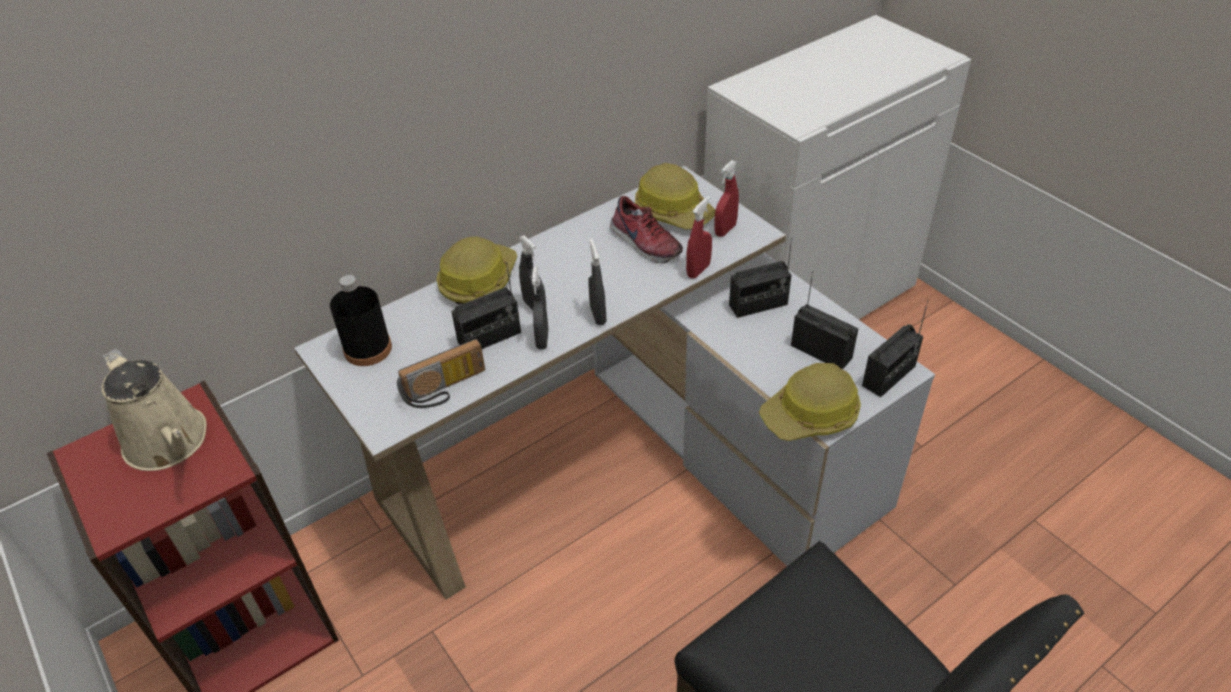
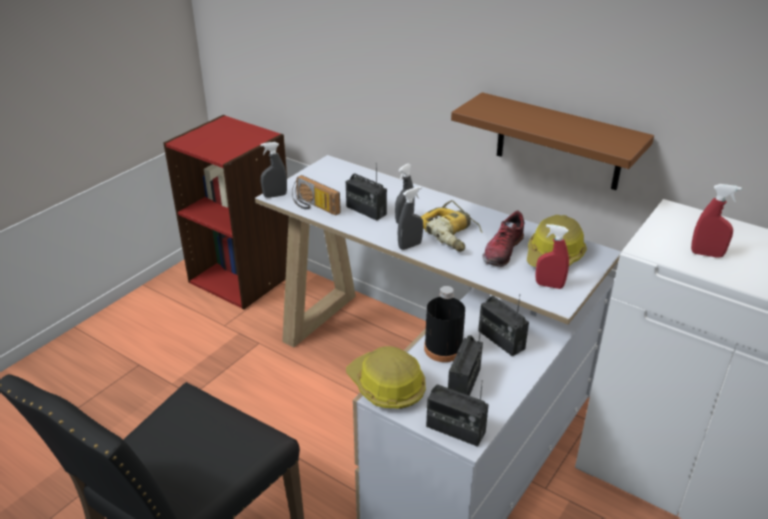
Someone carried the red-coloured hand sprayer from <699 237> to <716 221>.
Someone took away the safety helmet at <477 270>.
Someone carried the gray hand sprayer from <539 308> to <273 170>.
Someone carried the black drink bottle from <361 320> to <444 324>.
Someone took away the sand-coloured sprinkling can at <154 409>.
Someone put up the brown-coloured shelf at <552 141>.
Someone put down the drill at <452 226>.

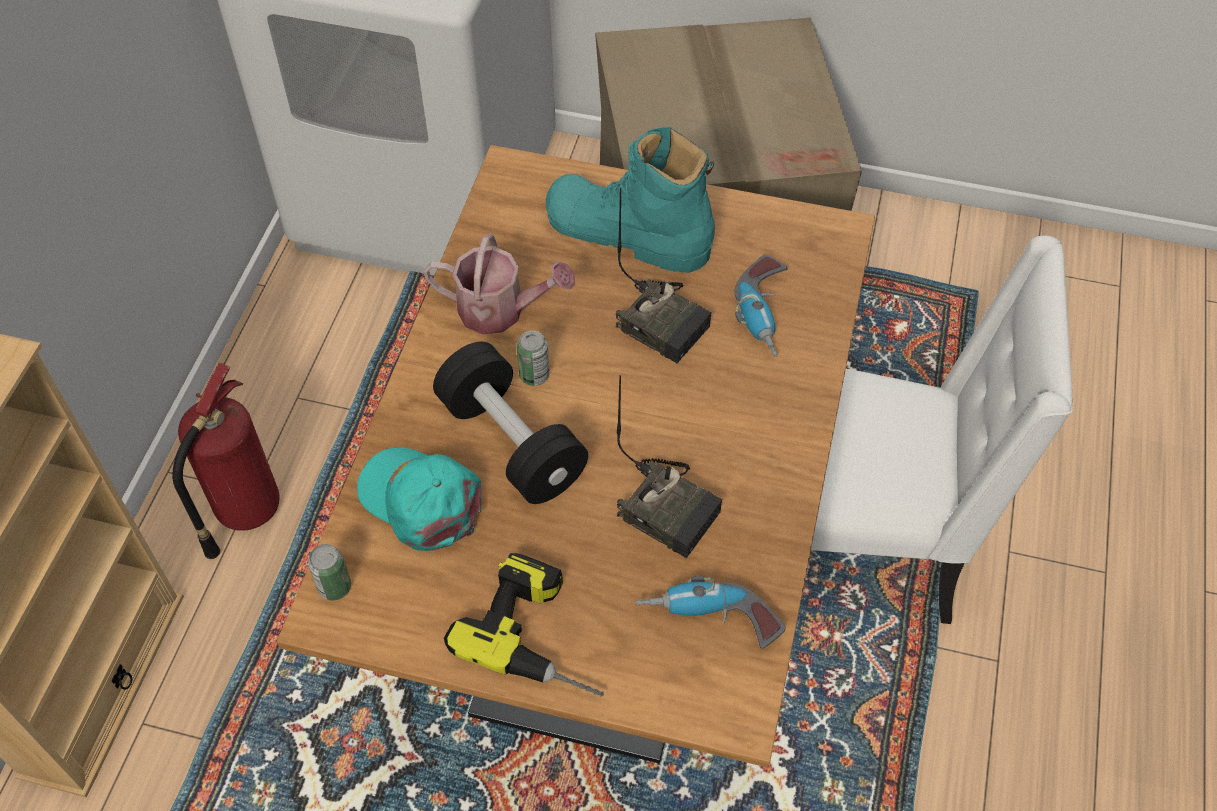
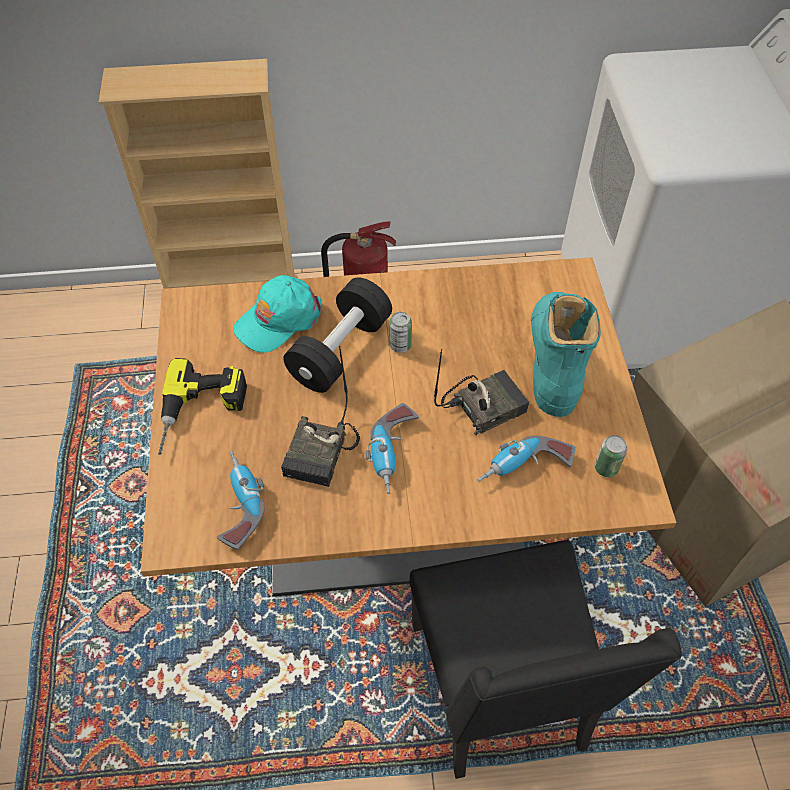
Someone rotated the radio at <663 275> by 135 degrees counterclockwise.
Someone took away the sprinkling can at <499 284>.
Someone repainted the whitish chair at <942 430>, which became the black chair at <545 659>.
Someone rotated the turquoise baseball cap at <419 499> by 150 degrees counterclockwise.
Someone carried the sealed can from <329 572> to <611 456>.
Someone put down the drill at <392 448>.

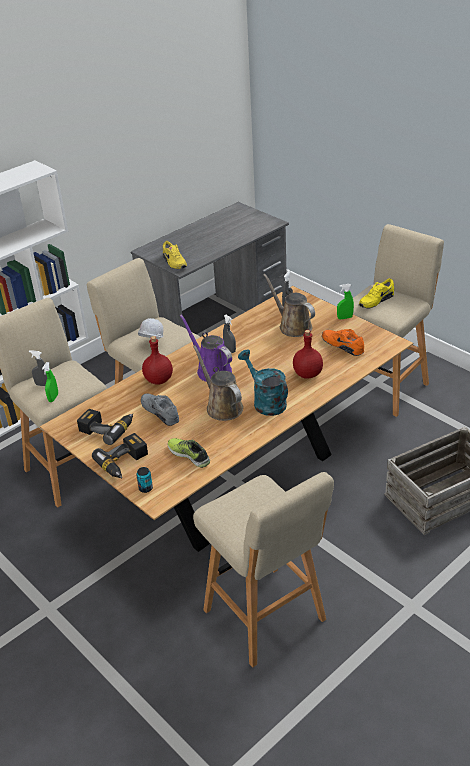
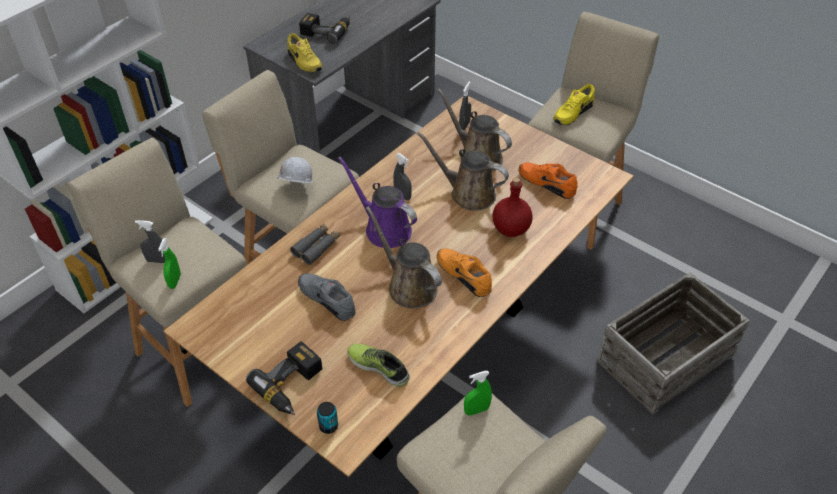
Someone carried the green hand sprayer from <345 301> to <478 393>.
Someone swapped the red-coloured drink bottle at <157 360> for the gray pair of binoculars at <315 244>.
Someone swapped the turquoise sprinkling can at <263 382> for the orange-coloured low shoe at <464 272>.
Someone carried the drill from <105 427> to <324 28>.
Someone put down the brown-coloured sprinkling can at <463 171>.

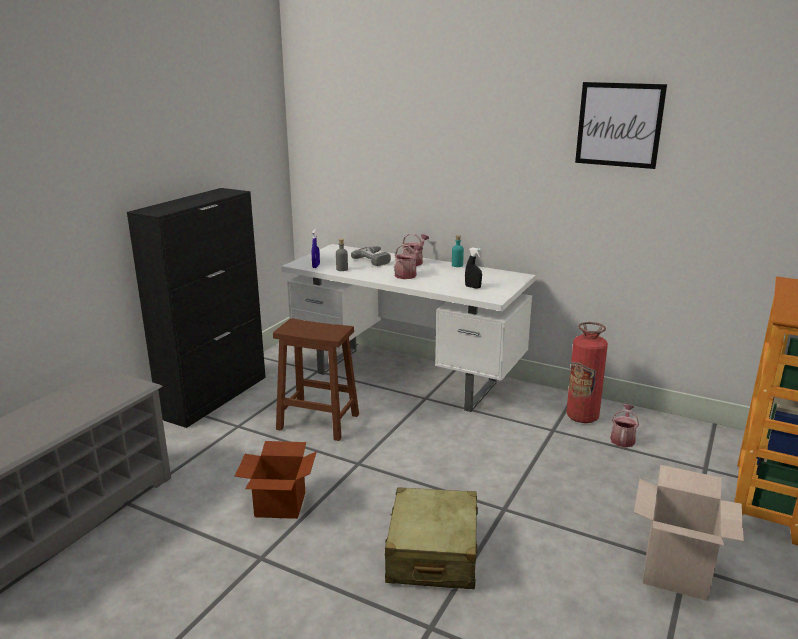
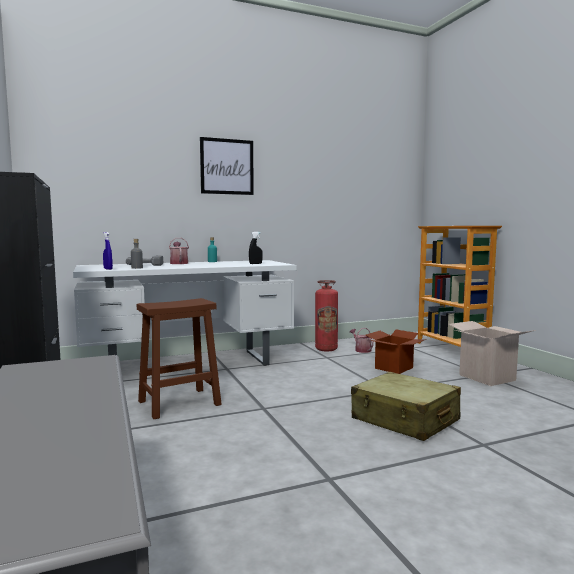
Someone carried the wall picture from <621 125> to <227 166>.
Someone took away the sprinkling can at <408 261>.
Someone carried the packing box from <276 480> to <395 352>.

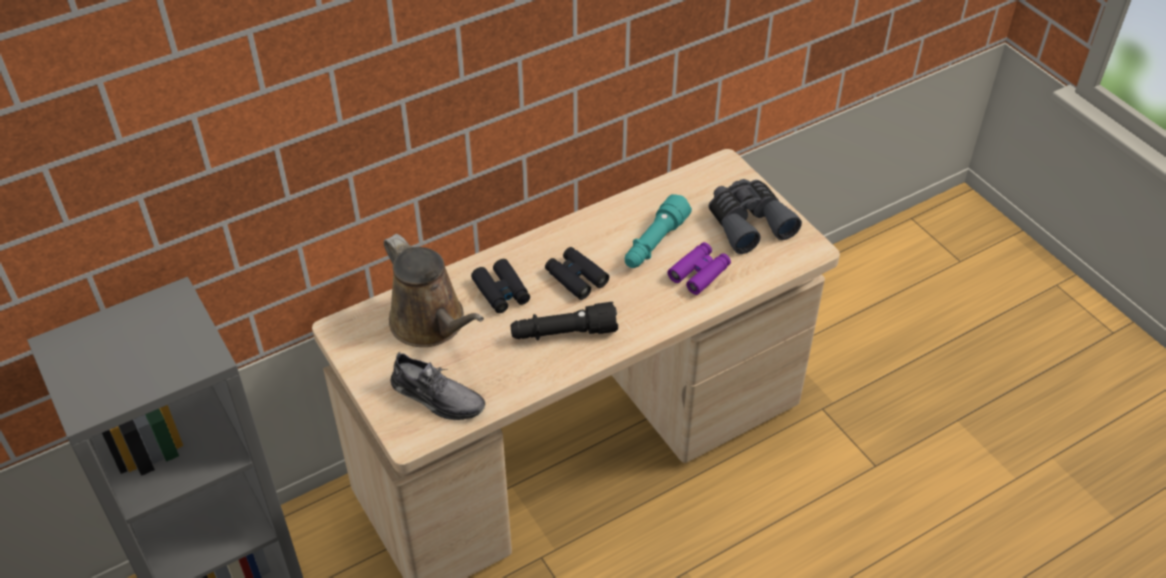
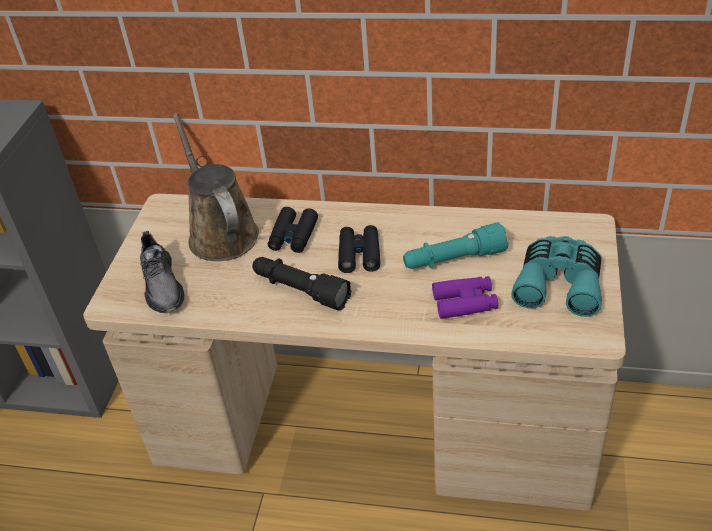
Someone repainted the gray pair of binoculars at <755 216>, which became the turquoise pair of binoculars at <556 276>.
Someone rotated the brown-coloured sprinkling can at <434 290> by 150 degrees clockwise.

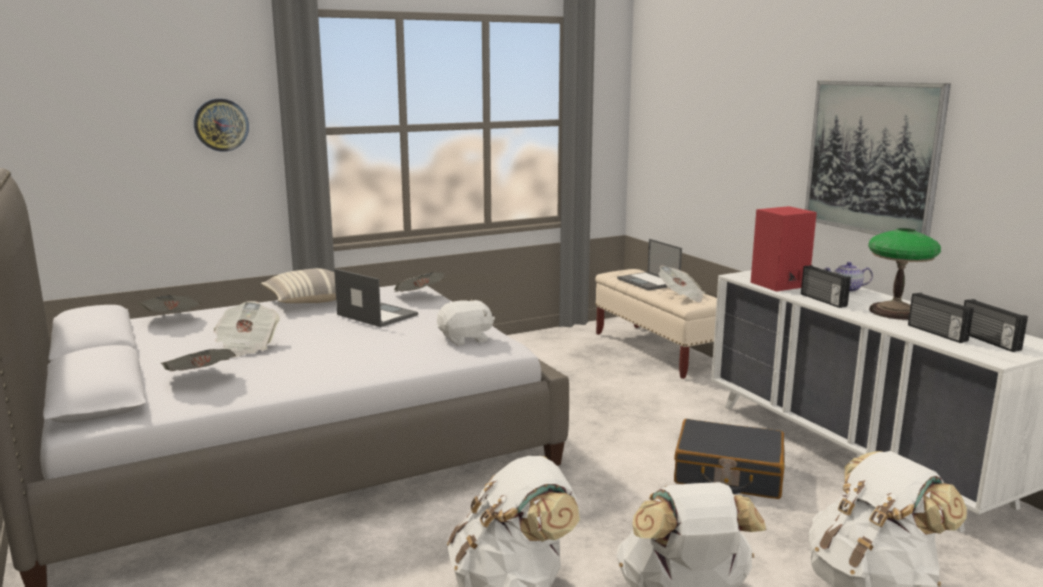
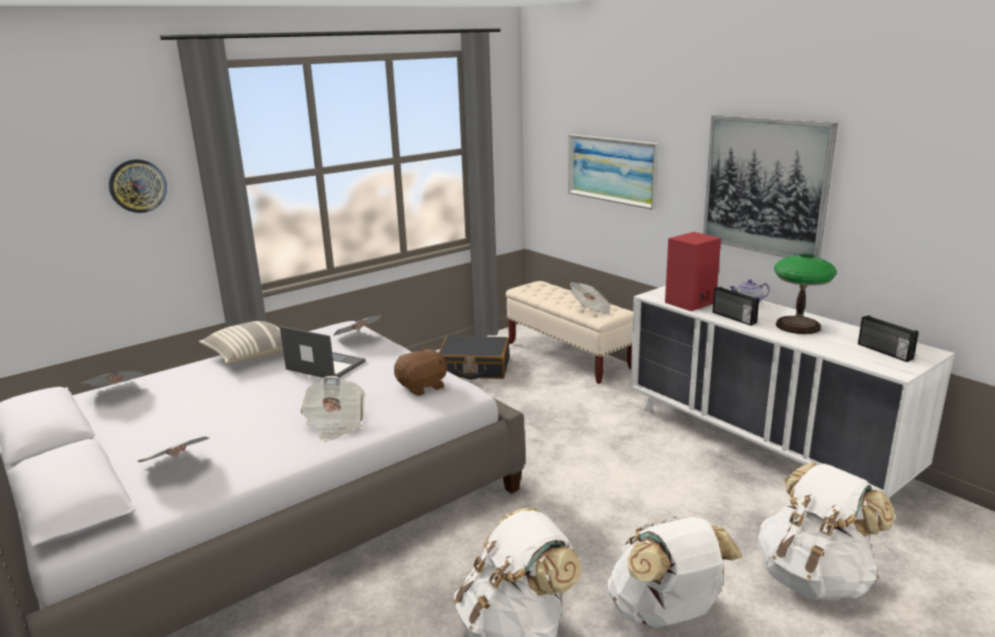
Someone took away the portable computer at <649 265>.
Someone took away the radio at <941 318>.
Someone repainted the whitish cuddly toy at <466 322>, which became the brown-coloured cuddly toy at <420 372>.
Someone carried the daily paper from <247 329> to <333 409>.
Someone carried the black travel case from <729 459> to <473 357>.
Someone put up the wall picture at <613 172>.

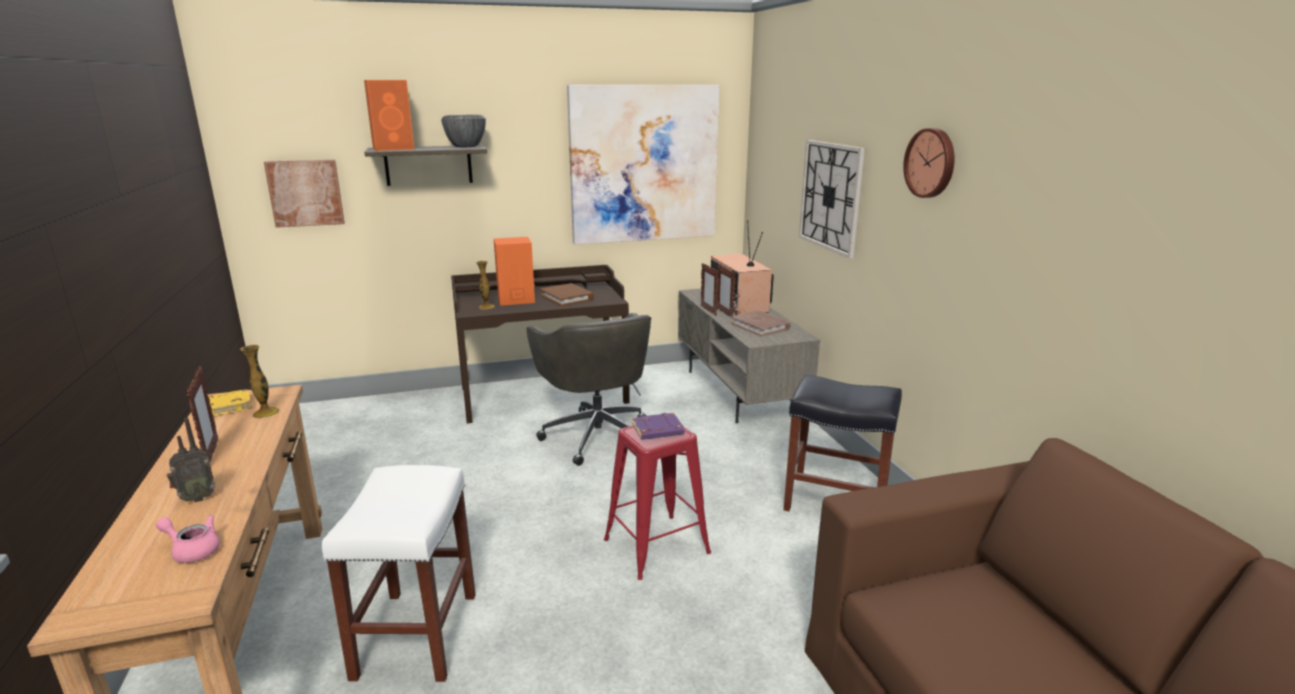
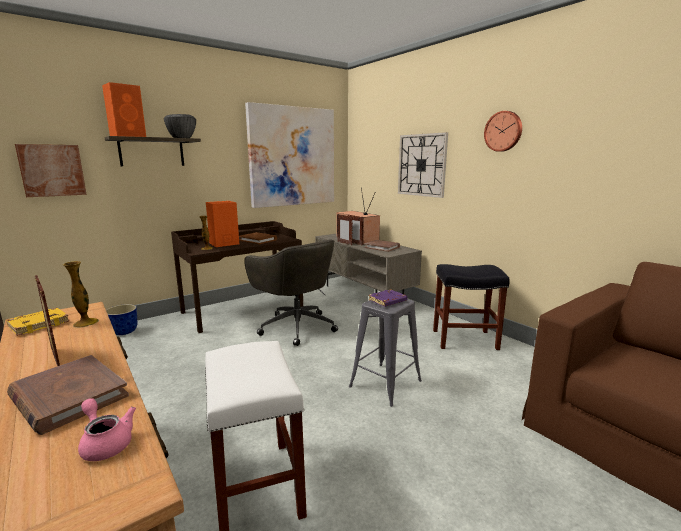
Someone swapped the radio at <191 460> for the brown-coloured book at <68 395>.
Someone repainted the red-coloured stool at <657 503>, which became the gray stool at <385 353>.
Someone rotated the pink-coloured pot for tea at <188 539> by 45 degrees clockwise.
Someone put down the plant pot at <122 319>.

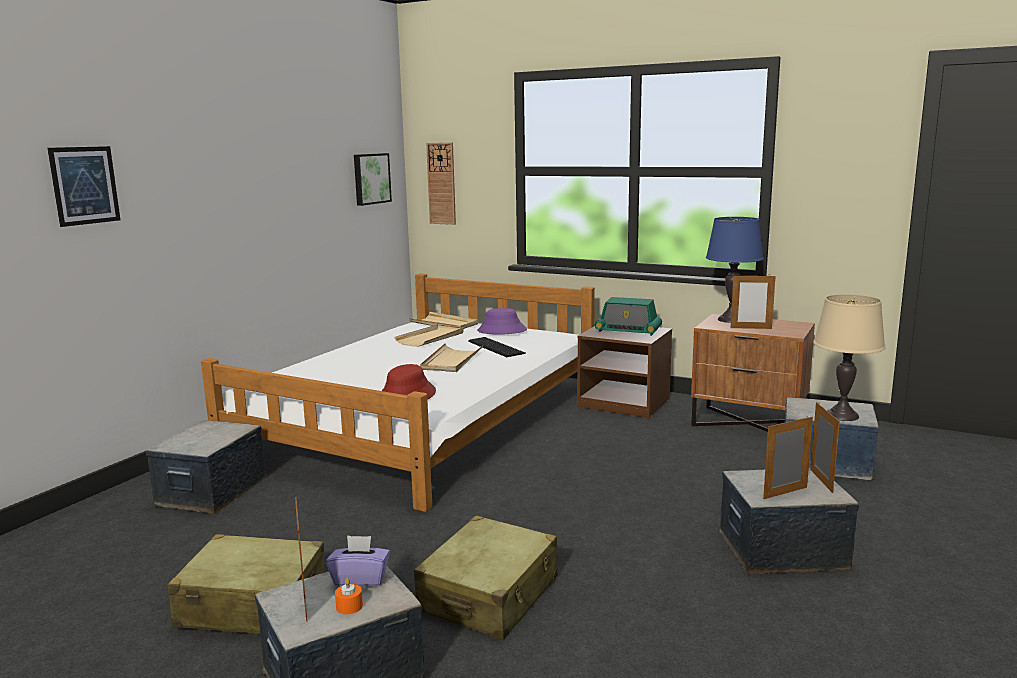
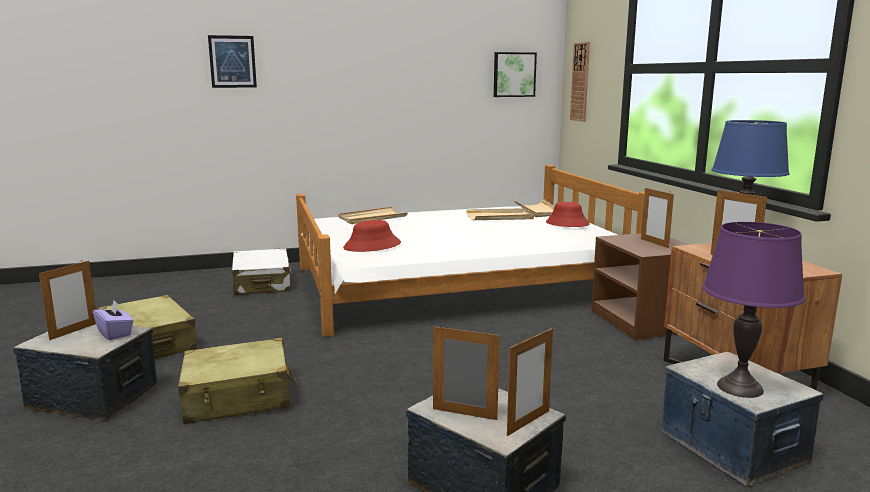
Someone repainted the sand-coloured table lamp at <849 357>, which became the purple-coloured table lamp at <754 310>.
Someone swapped the radio at <628 316> for the standing frame at <657 218>.
Someone repainted the purple-coloured hat at <502 321>, which became the red-coloured hat at <568 214>.
Someone took away the keyboard at <497 347>.
Someone carried the sand-coloured carrying tray from <451 357> to <373 215>.
Someone swapped the storage container at <206 467> for the whitish travel case at <262 271>.
Someone took away the orange-coloured wax light at <349 596>.

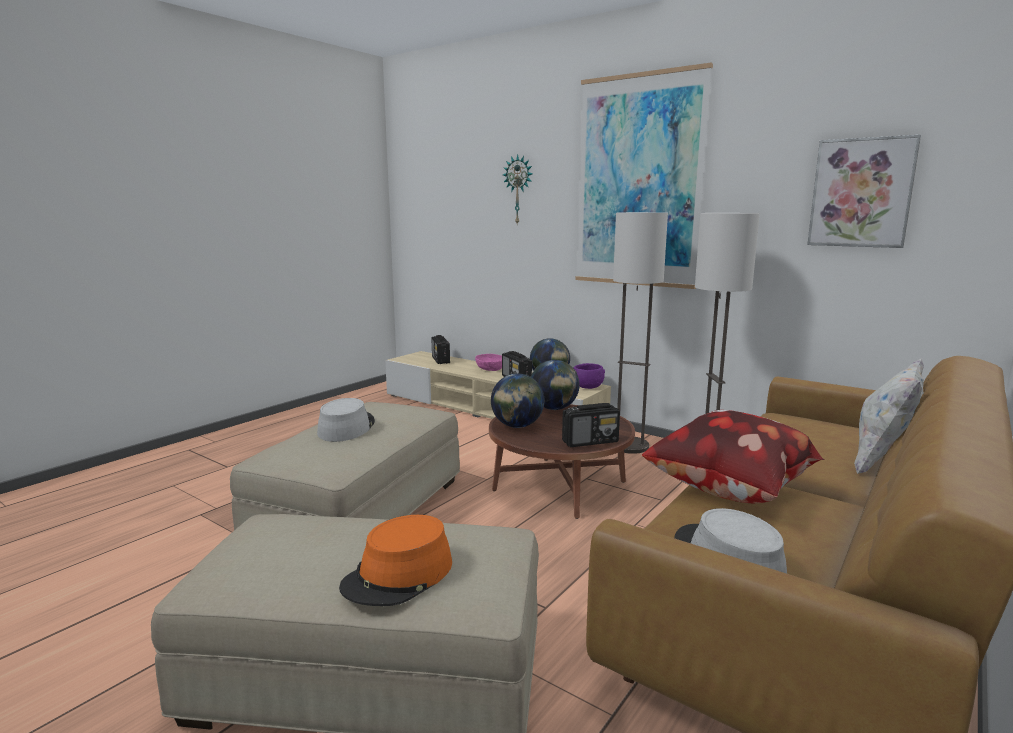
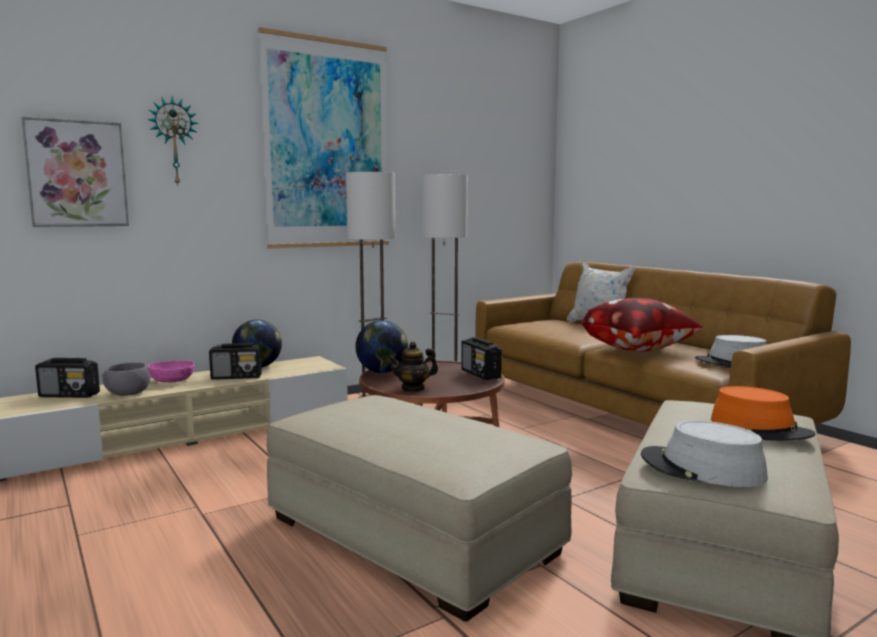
Someone carried the wall picture from <864 191> to <75 171>.
Someone took away the purple-coloured deep dish at <589 376>.
Someone swapped the globe at <518 401> for the pot for tea at <413 367>.
Someone carried the gray hat from <346 420> to <704 453>.
Someone rotated the radio at <591 425> by 150 degrees clockwise.
Someone put down the gray deep dish at <126 379>.

